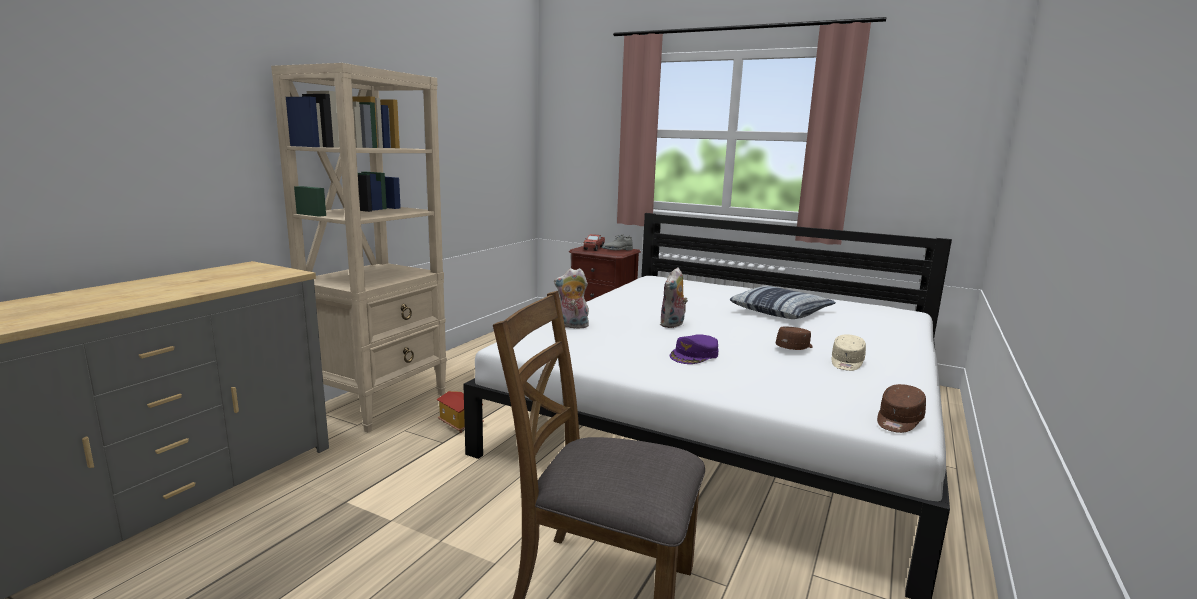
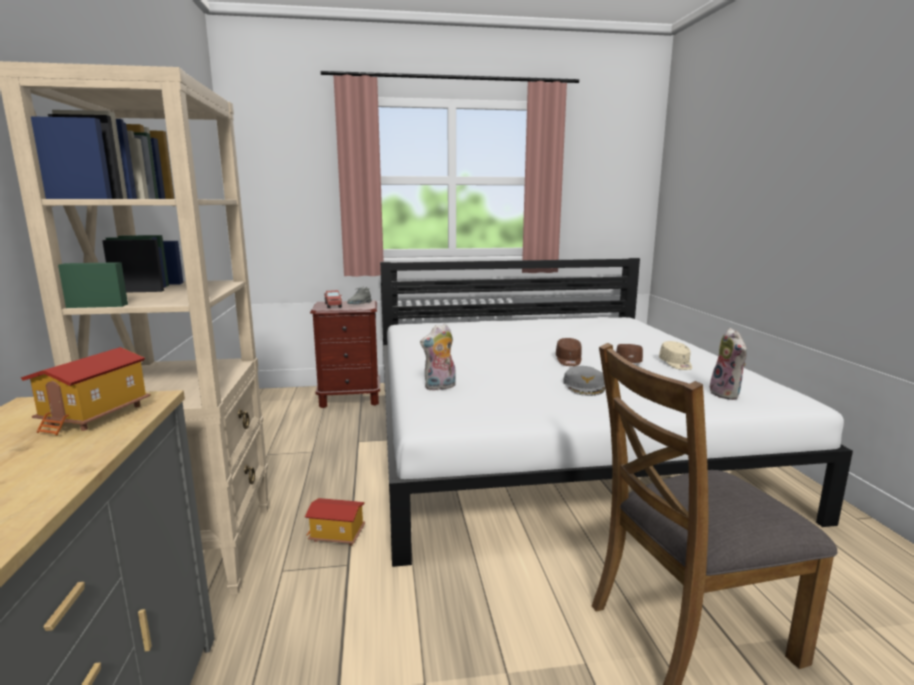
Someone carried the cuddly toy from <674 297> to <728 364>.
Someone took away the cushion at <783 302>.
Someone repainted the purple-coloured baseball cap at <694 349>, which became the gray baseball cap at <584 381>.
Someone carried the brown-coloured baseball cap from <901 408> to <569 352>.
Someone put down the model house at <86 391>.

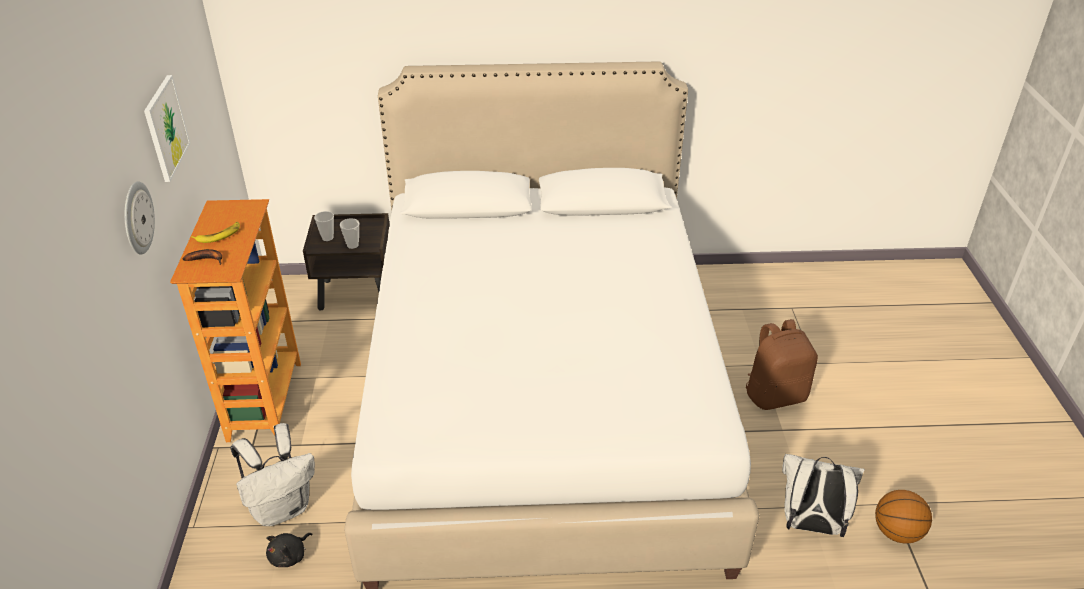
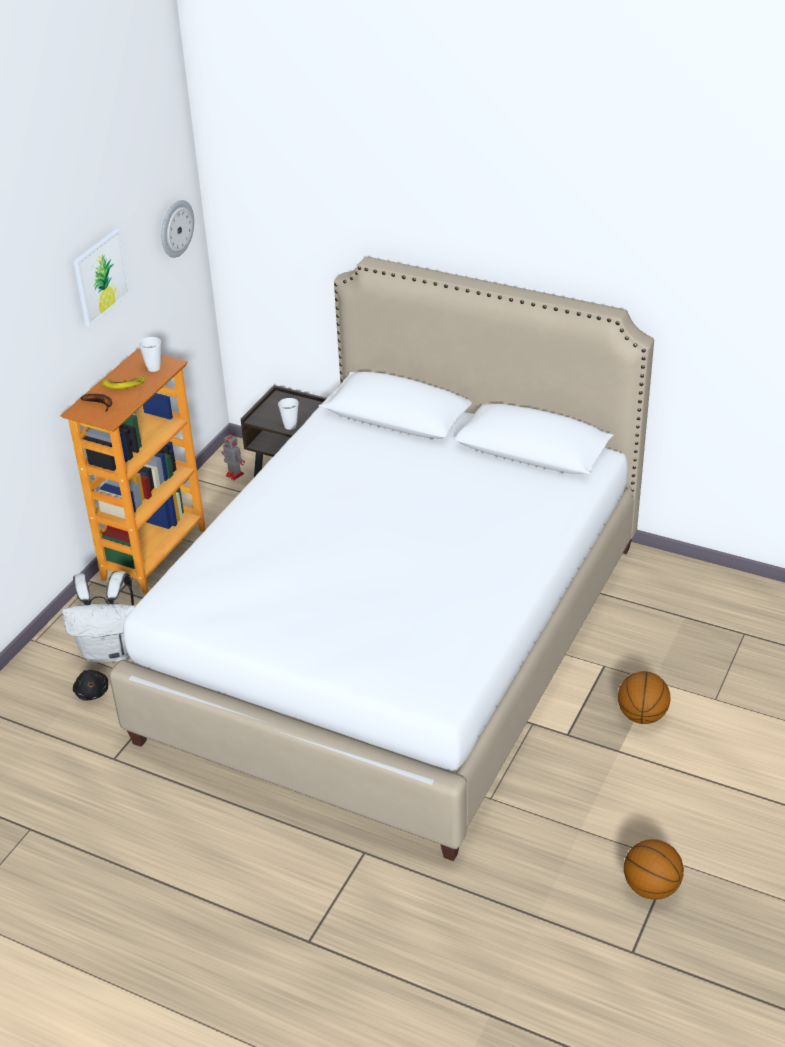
Someone carried the wall clock from <140 218> to <178 229>.
Someone carried the cup from <324 226> to <150 354>.
Someone swapped the brown-coloured backpack at <782 364> for the basketball ball at <644 697>.
Someone took away the whitish backpack at <823 495>.
Someone rotated the black cuddly toy at <289 550> by 90 degrees counterclockwise.
Someone put down the toy robot at <233 456>.

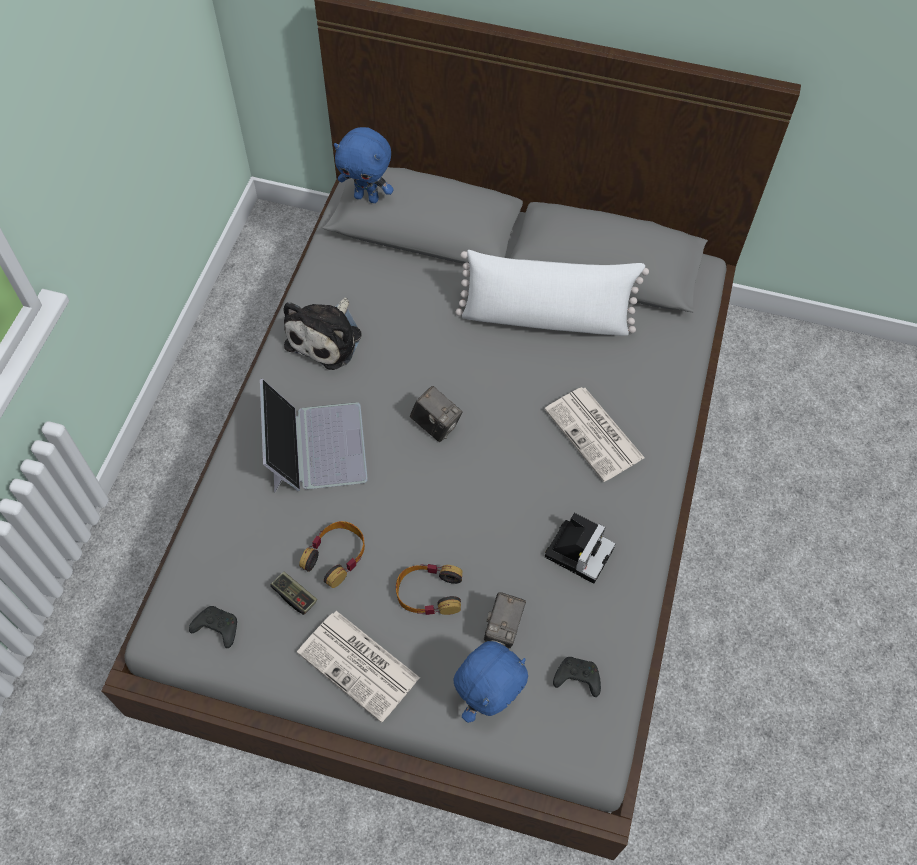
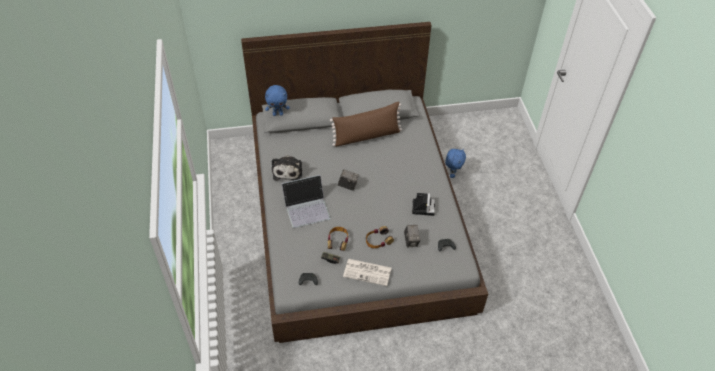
Someone repainted the whitish cushion at <552 293>, which became the brown-coloured cushion at <366 124>.
Someone rotated the portable computer at <314 436> by 105 degrees clockwise.
Someone took away the daily paper at <594 434>.
Someone carried the blue-coloured cuddly toy from <490 682> to <455 163>.

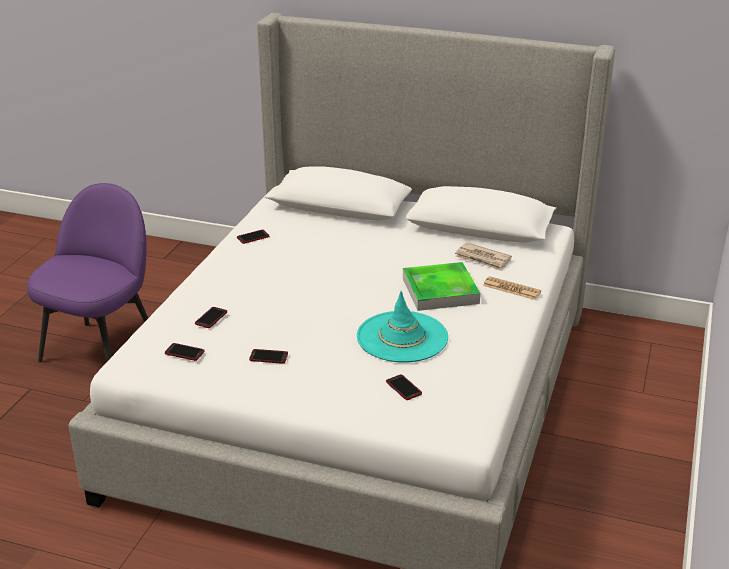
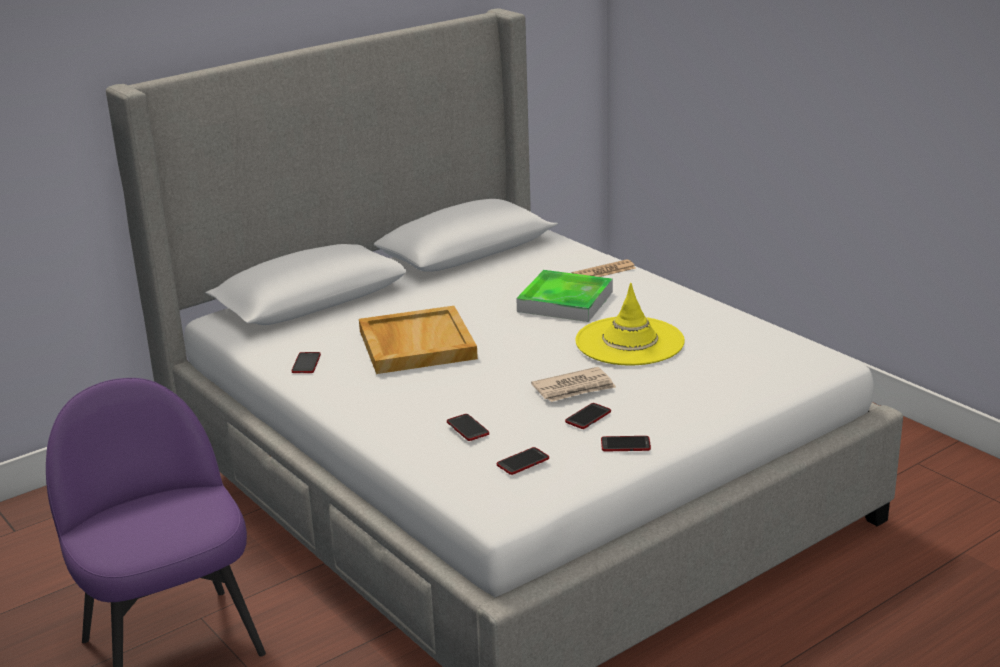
Someone carried the daily paper from <483 256> to <573 384>.
Someone repainted the turquoise hat at <402 327>, which became the yellowish hat at <630 324>.
Someone carried the handset from <404 387> to <626 444>.
Someone put down the sand-coloured carrying tray at <418 340>.

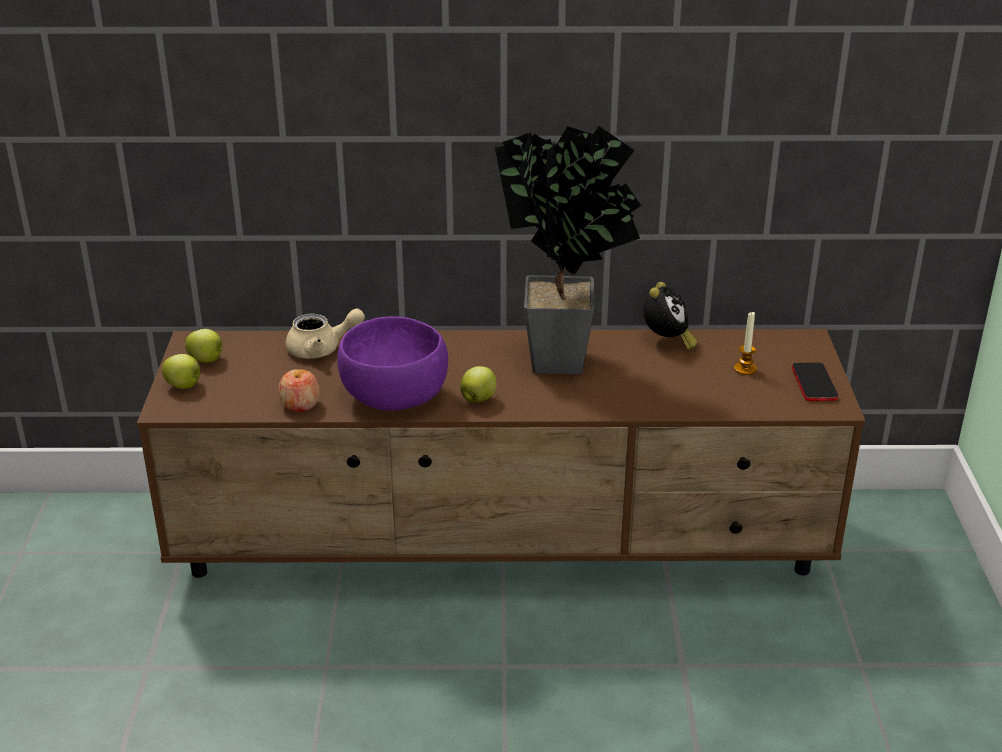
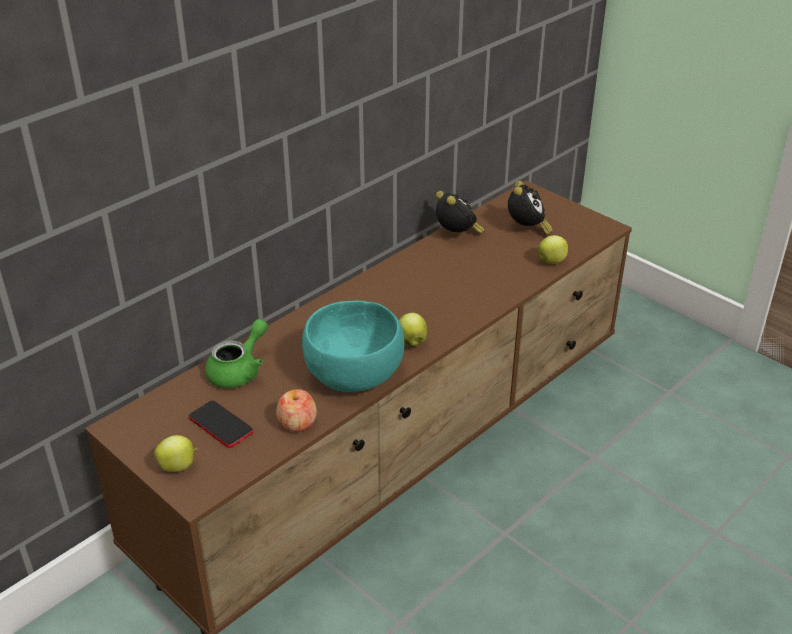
Someone took away the potted plant at <568 250>.
Someone repainted the sand-coloured pot for tea at <325 333>, which became the green pot for tea at <236 353>.
Someone swapped the wax light at <745 343> for the table clock at <530 208>.
Someone repainted the purple-coloured deep dish at <392 363>, which became the turquoise deep dish at <353 346>.
Someone carried the whole apple from <203 346> to <552 249>.
Someone carried the handset from <815 381> to <221 424>.

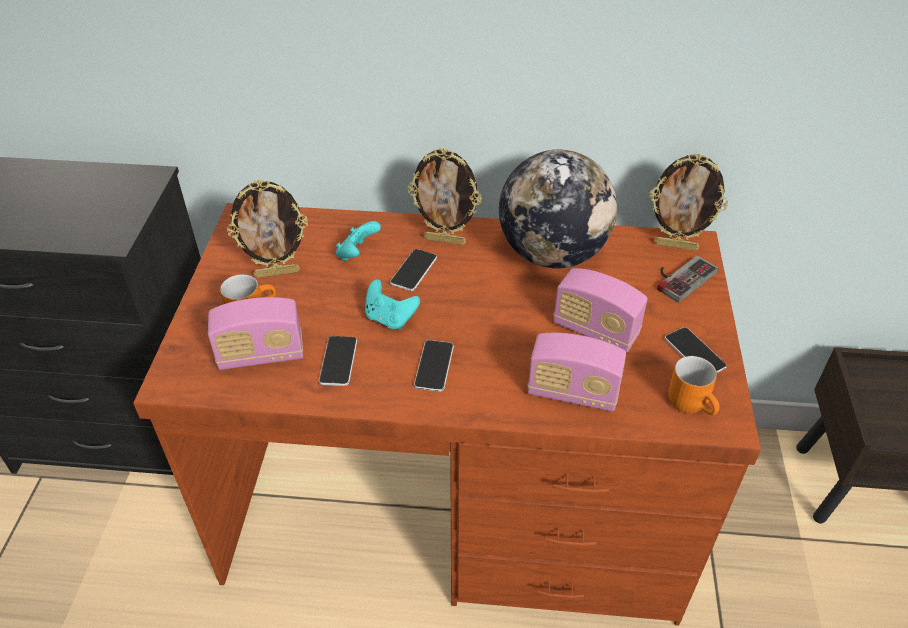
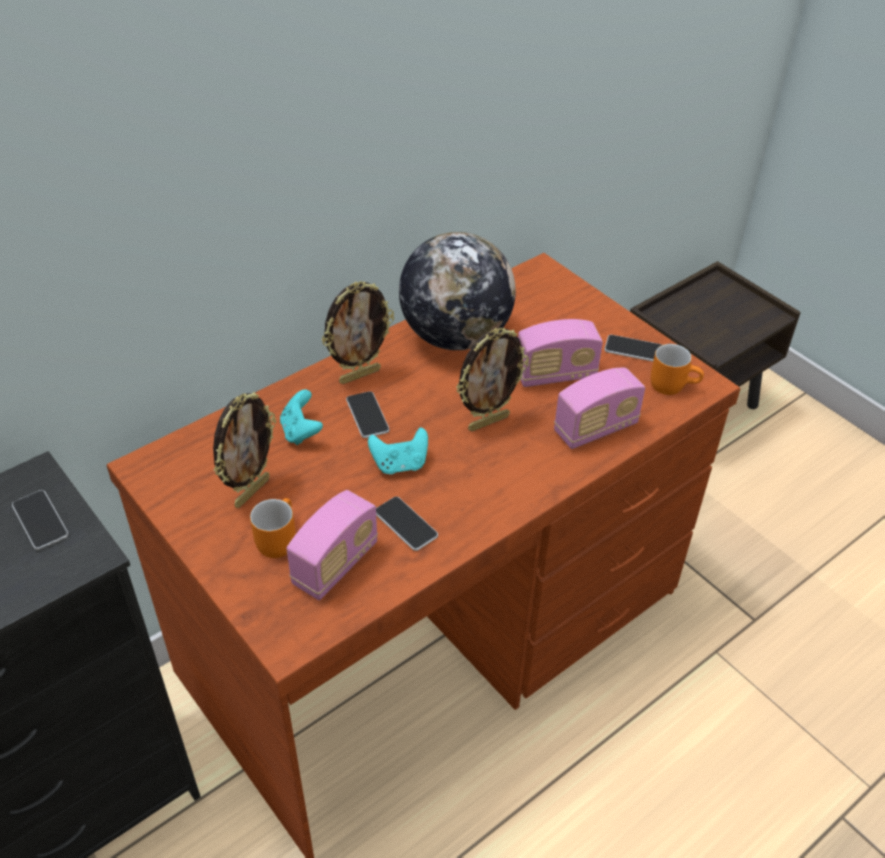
Someone carried the standing frame from <688 202> to <492 380>.
Someone took away the gamepad at <687 279>.
Someone carried the handset from <434 366> to <40 520>.

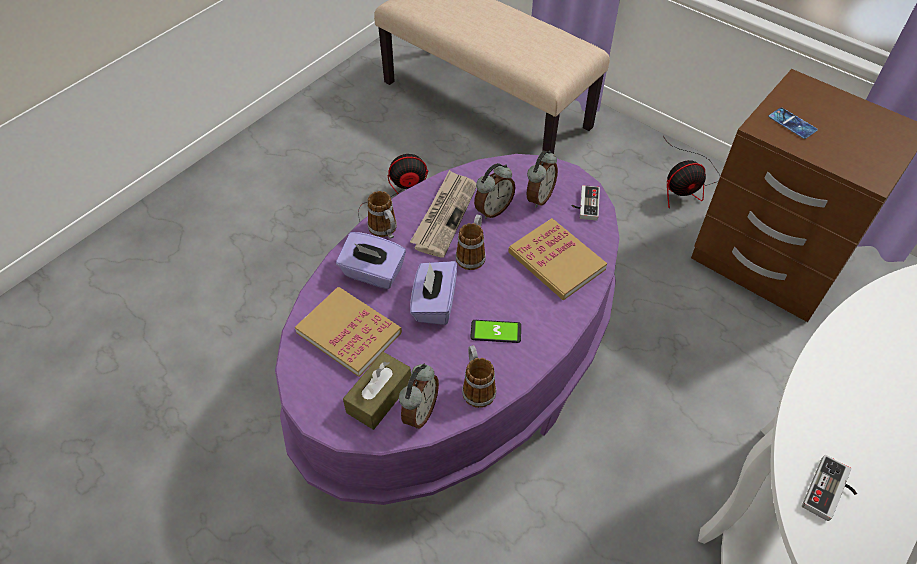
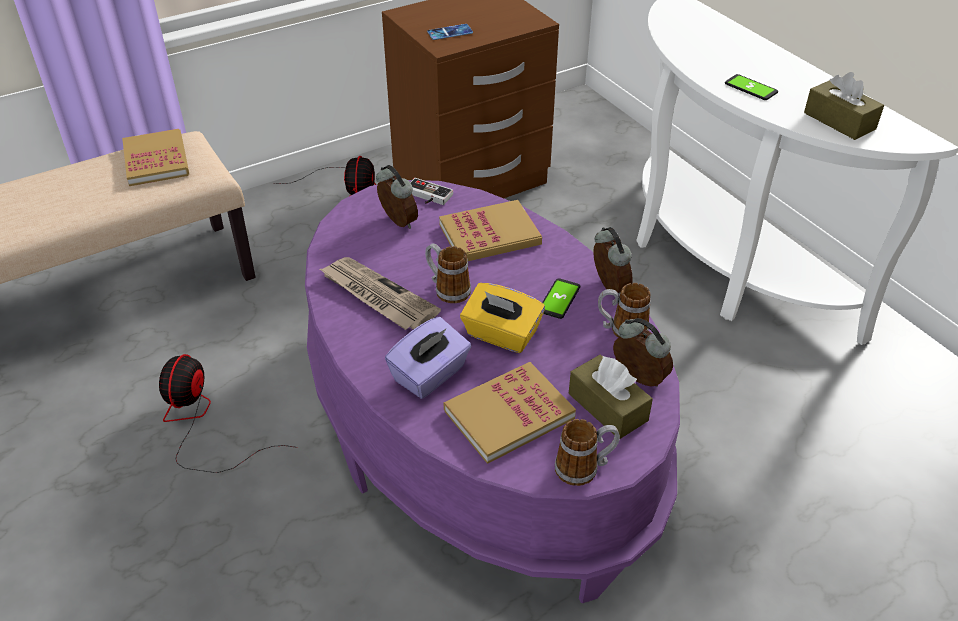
Someone carried the table clock from <494 191> to <613 261>.
Someone carried the mug from <382 215> to <587 452>.
Someone repainted the purple-coloured box of tissues at <433 293>, which became the yellowish box of tissues at <502 318>.
Someone swapped the gamepad at <829 488> for the brown-coloured box of tissues at <844 106>.
Someone put down the handset at <751 87>.
Someone put down the book at <156 157>.

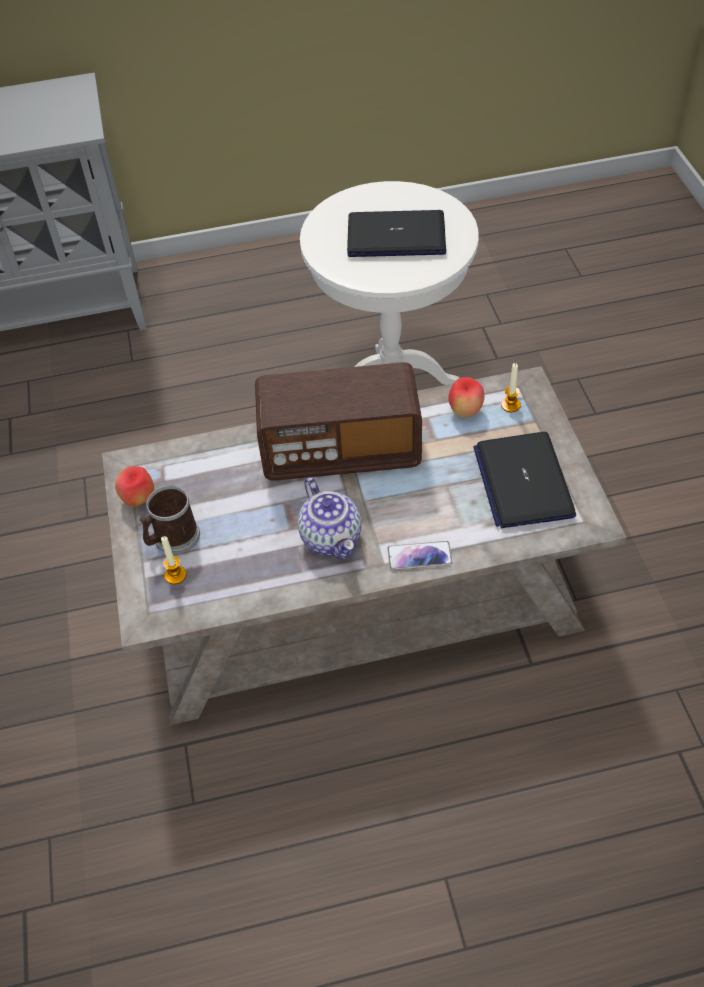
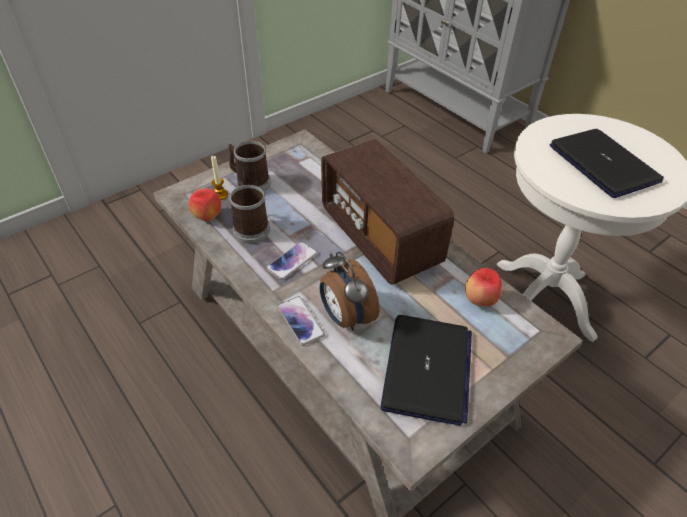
Someone took away the wax light at <511 387>.
Someone rotated the portable computer at <524 480> by 135 degrees clockwise.
Someone carried the whole apple from <134 486> to <205 204>.
Someone swapped the pot for tea at <330 518> for the handset at <292 260>.
Someone put down the mug at <250 212>.
Someone put down the table clock at <350 291>.

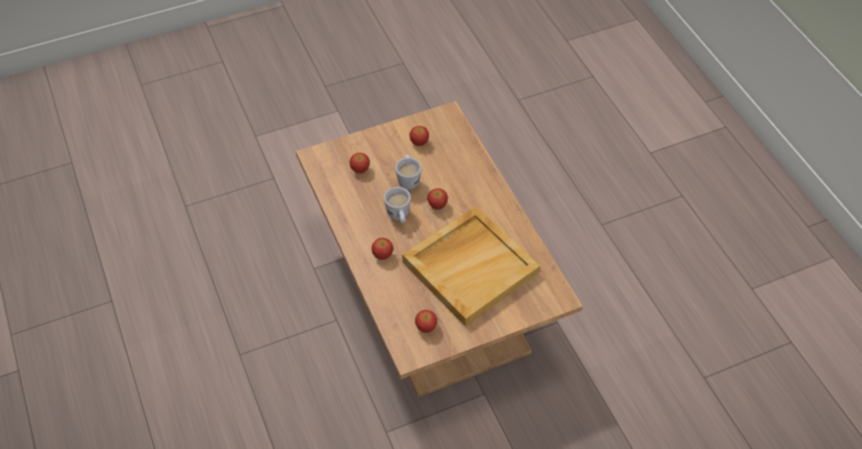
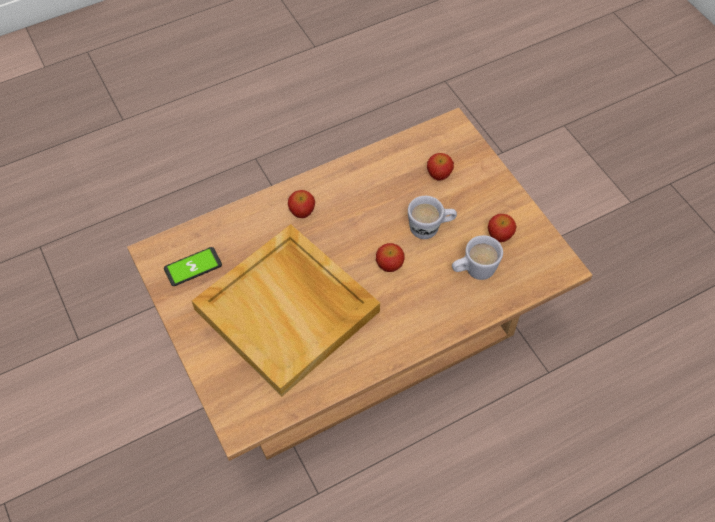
Someone carried the whitish mug from <397 205> to <477 257>.
Someone swapped the whole apple at <426 321> for the handset at <193 266>.

